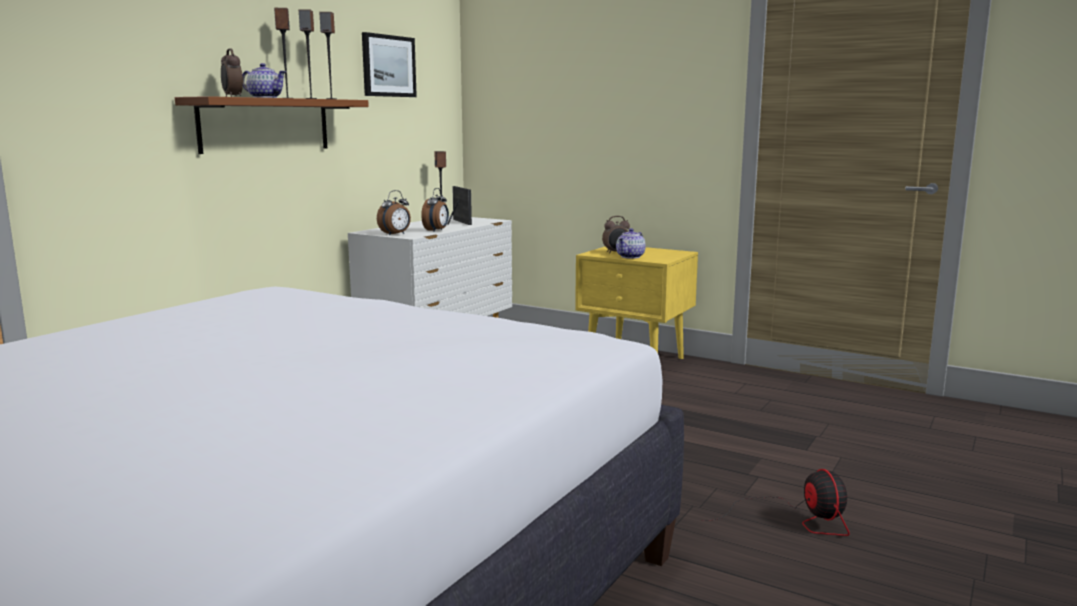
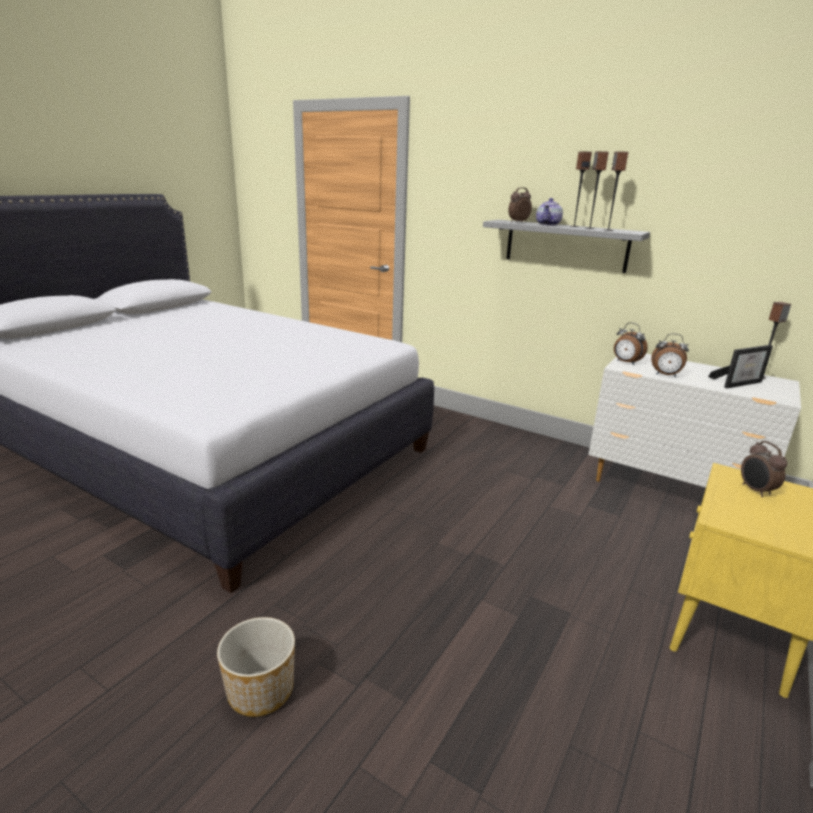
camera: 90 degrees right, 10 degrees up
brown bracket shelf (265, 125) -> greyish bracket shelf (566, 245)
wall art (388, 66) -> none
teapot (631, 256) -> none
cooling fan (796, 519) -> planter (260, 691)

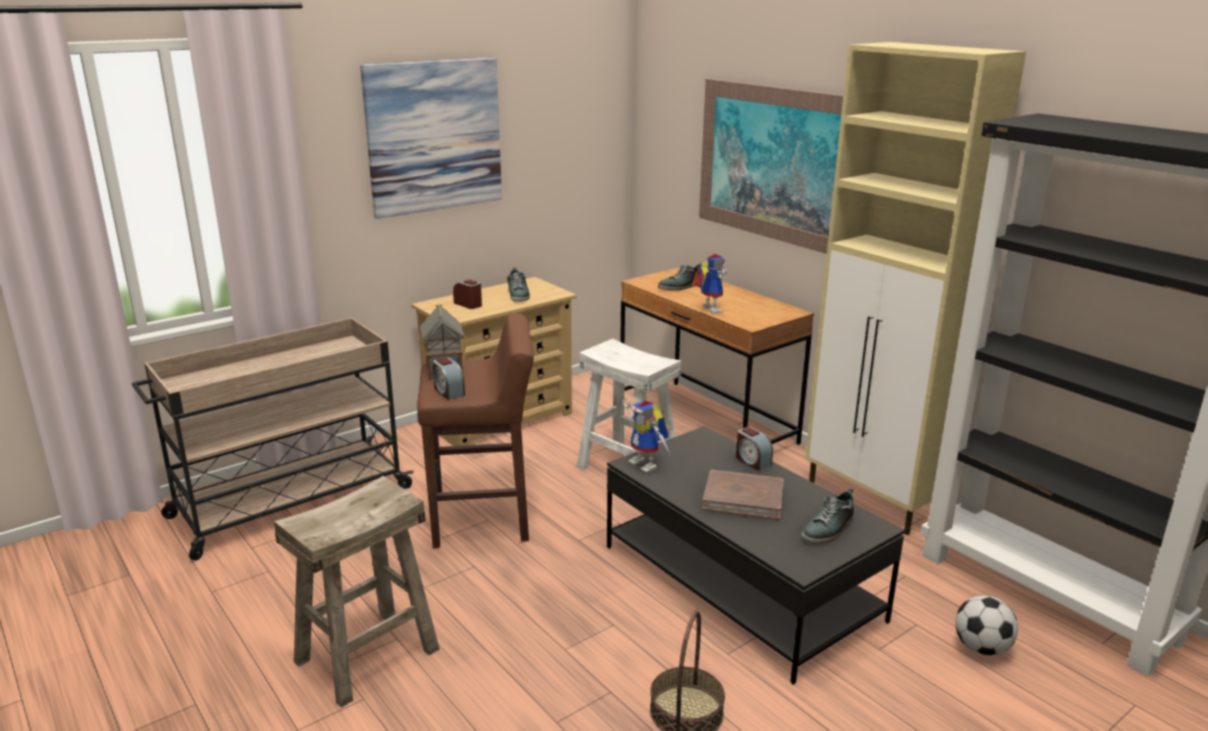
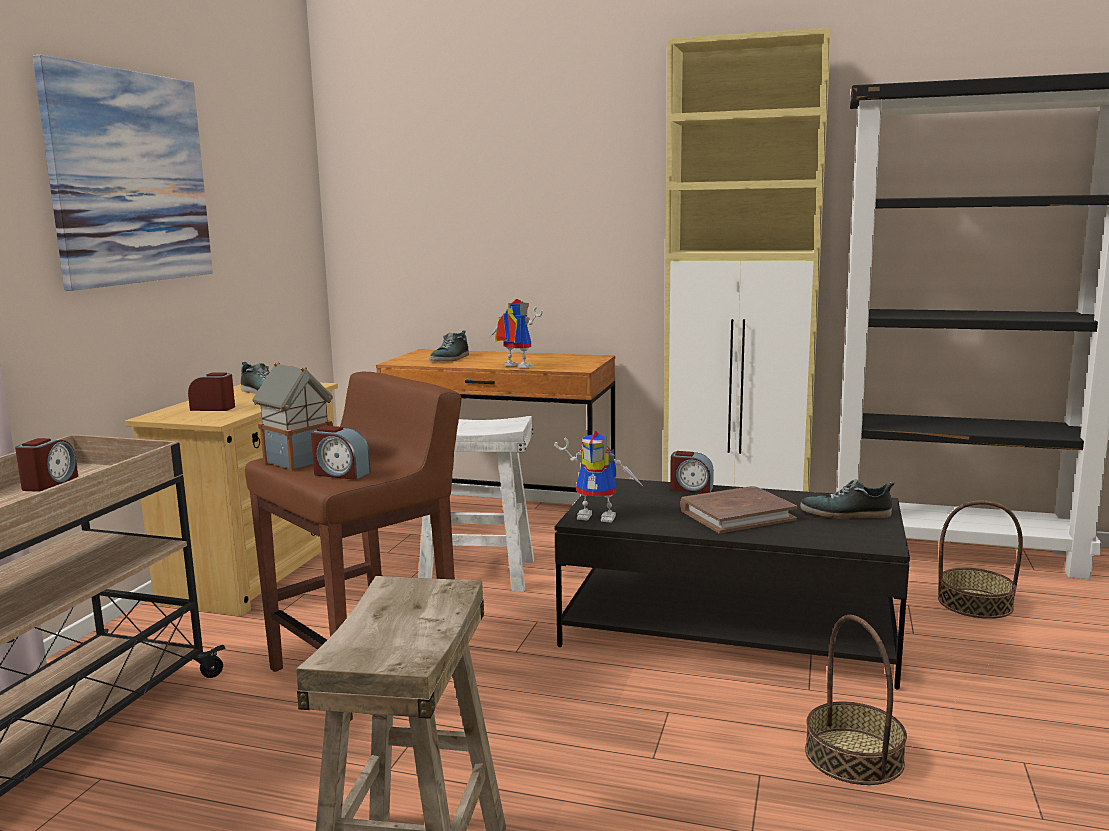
camera: 35 degrees left, 10 degrees down
wall art (776, 164) -> none
low shoe (829, 529) -> low shoe (846, 513), 90 degrees clockwise
ball for football (981, 648) -> storage basket (975, 603)
none -> table clock (49, 483)

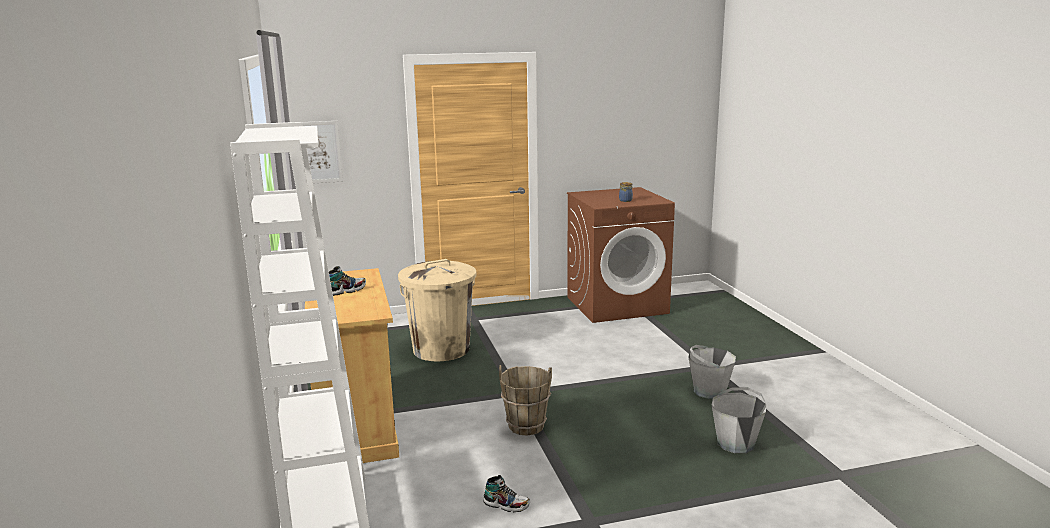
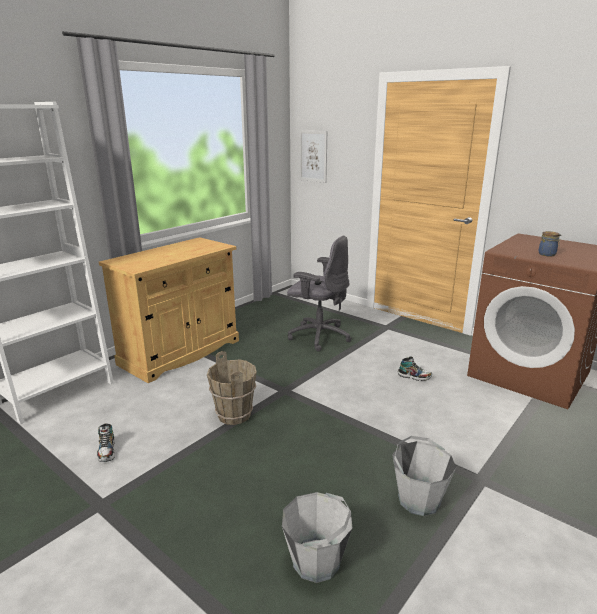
camera: 55 degrees right, 5 degrees up
low shoe (346, 291) -> low shoe (414, 376), shifted
beige-coloured waste bin (441, 349) -> greyish desk chair (318, 336)

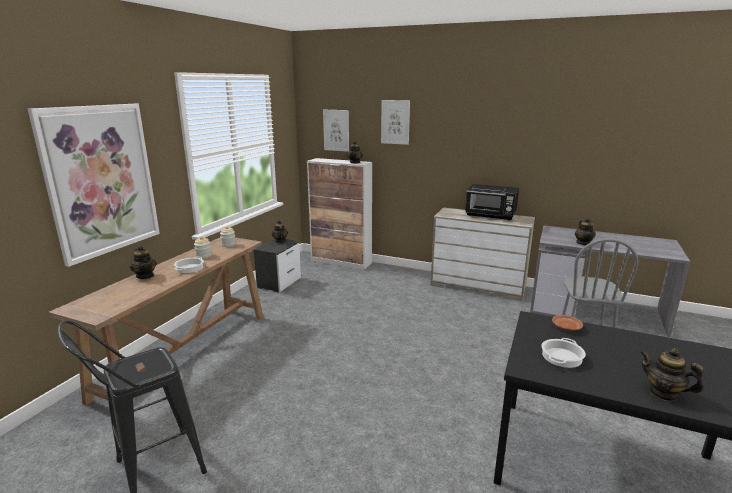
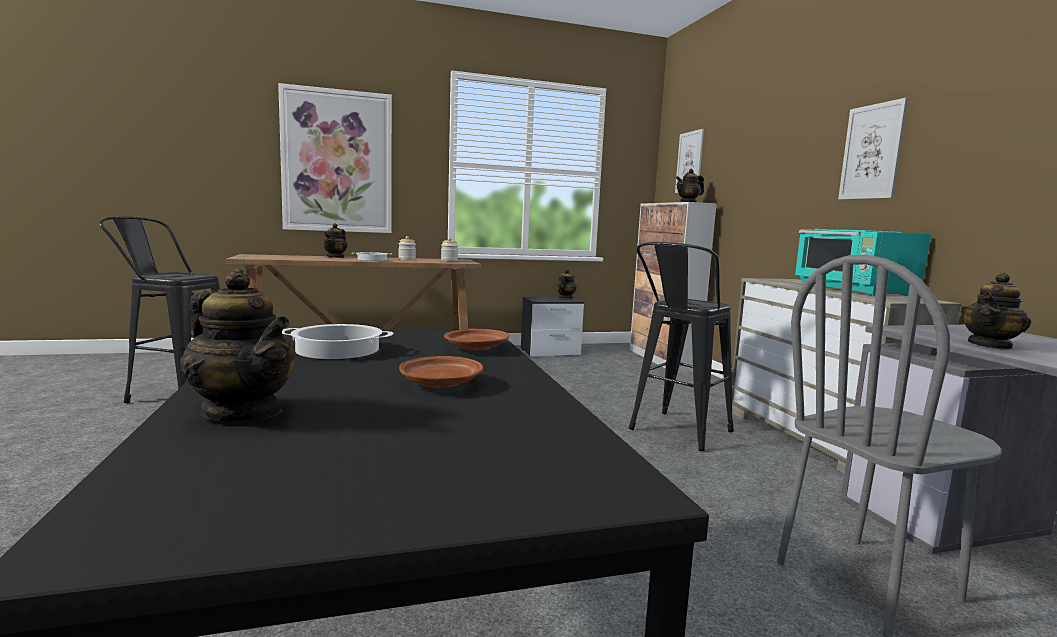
camera: 50 degrees right, 10 degrees down
wall art (395, 122) -> wall art (871, 152), shifted
blackish kitchen microwave (491, 216) -> blue-green kitchen microwave (853, 290)
teapot (663, 393) -> teapot (243, 412), 120 degrees clockwise
none -> brown flat dish (441, 383)
none -> blackish sitting stool (675, 433)

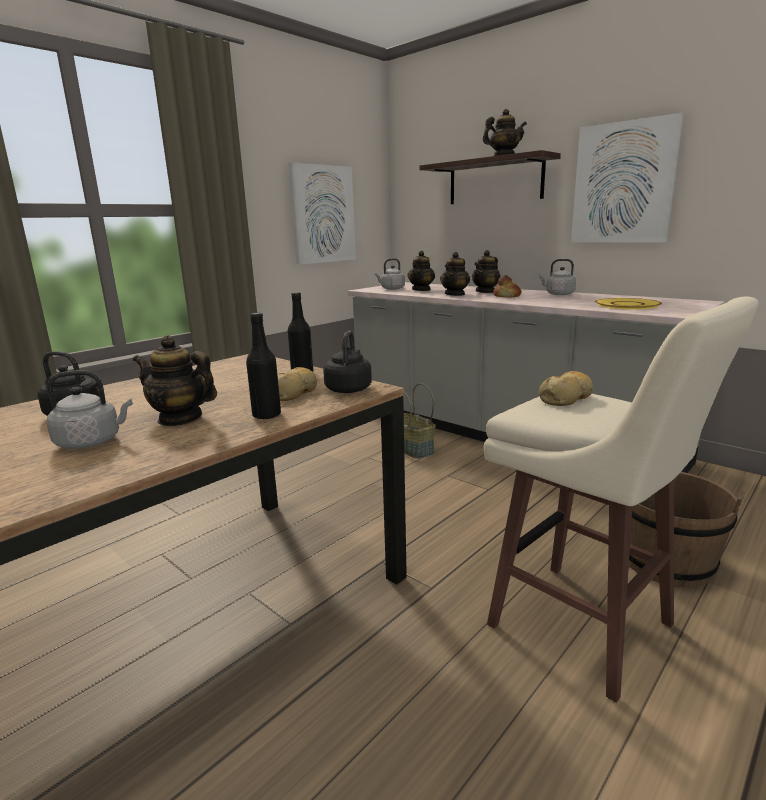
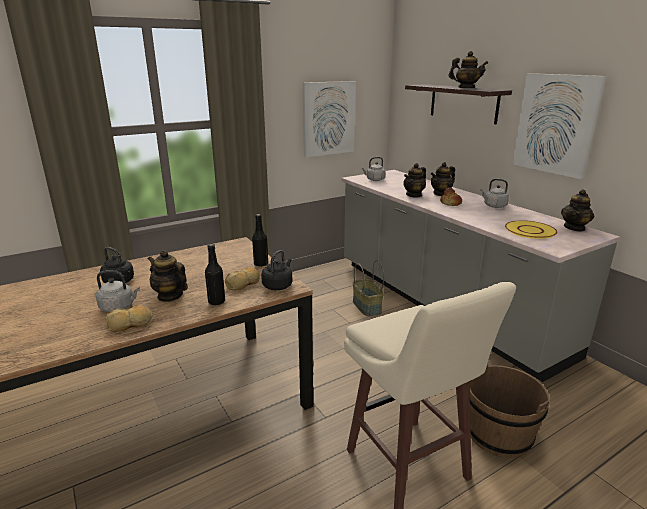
camera: 15 degrees right, 5 degrees up
teapot (421, 290) -> teapot (574, 228), shifted
baked bread (566, 398) -> baked bread (131, 324), shifted

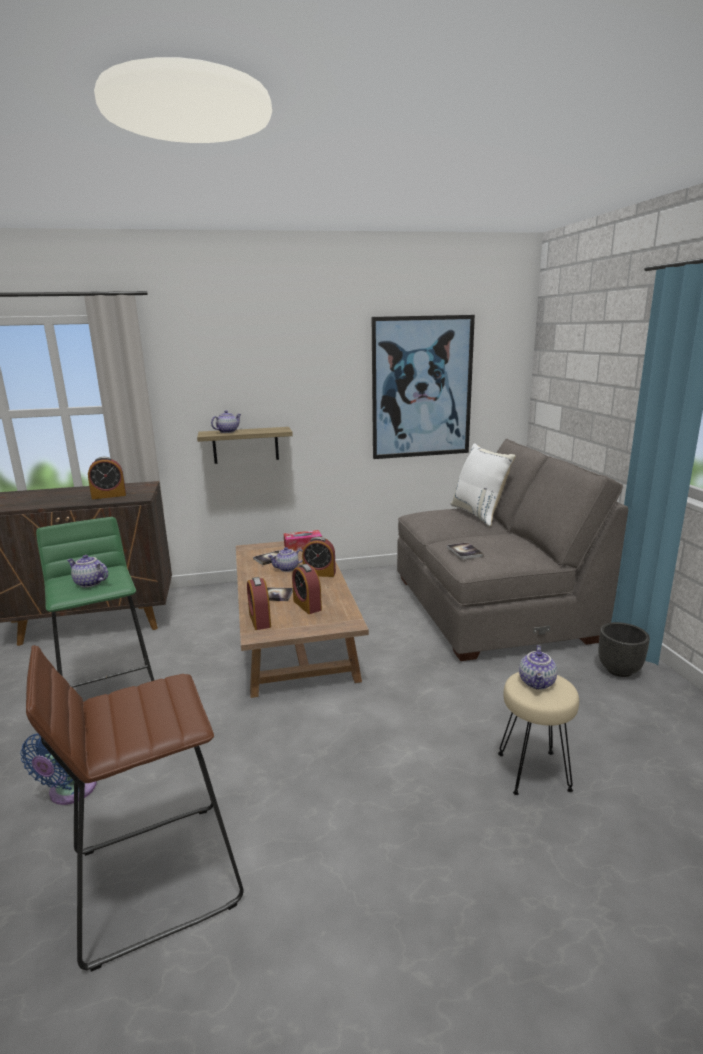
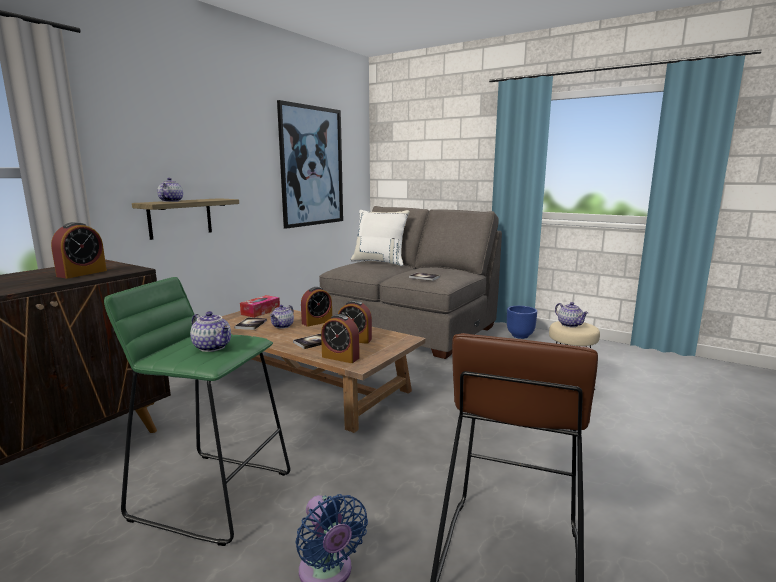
camera: 45 degrees left, 5 degrees down
teapot (89, 583) -> teapot (213, 347), 120 degrees counterclockwise
blackish planter (619, 670) -> blue planter (520, 336)

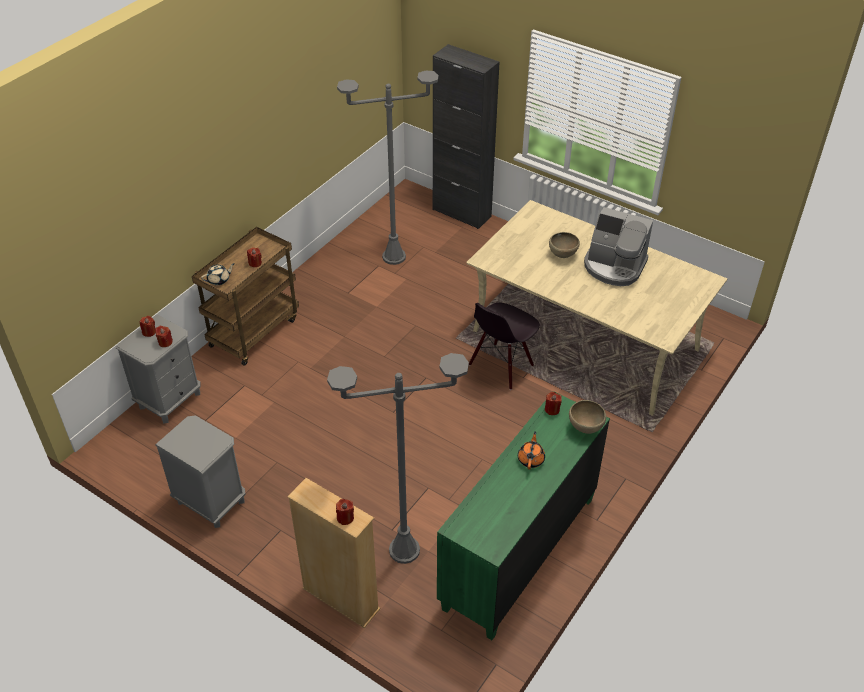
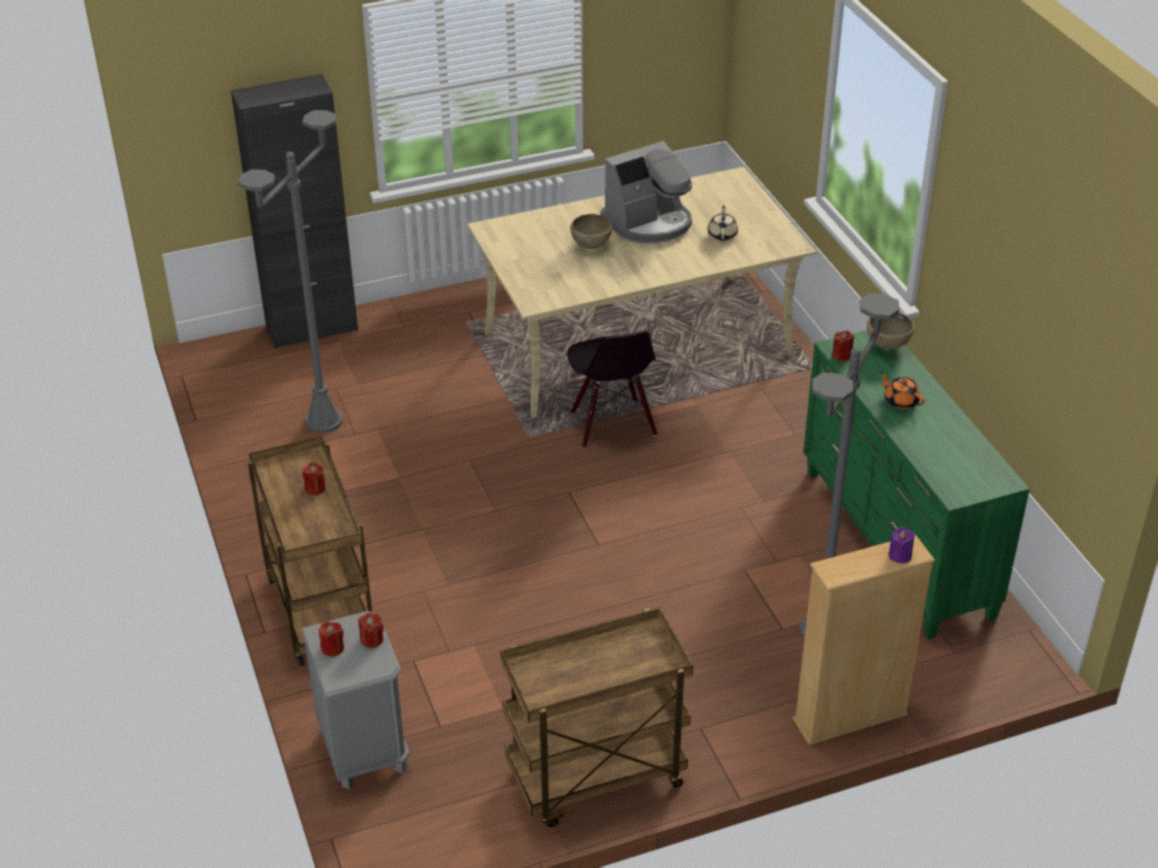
camera: 55 degrees left, 5 degrees down
greyish night table (210, 502) -> brown cart (595, 778)
beige-coloured teapot (219, 280) -> beige-coloured teapot (722, 234), shifted
red-coloured wax candle (345, 518) -> purple-coloured wax candle (900, 555)

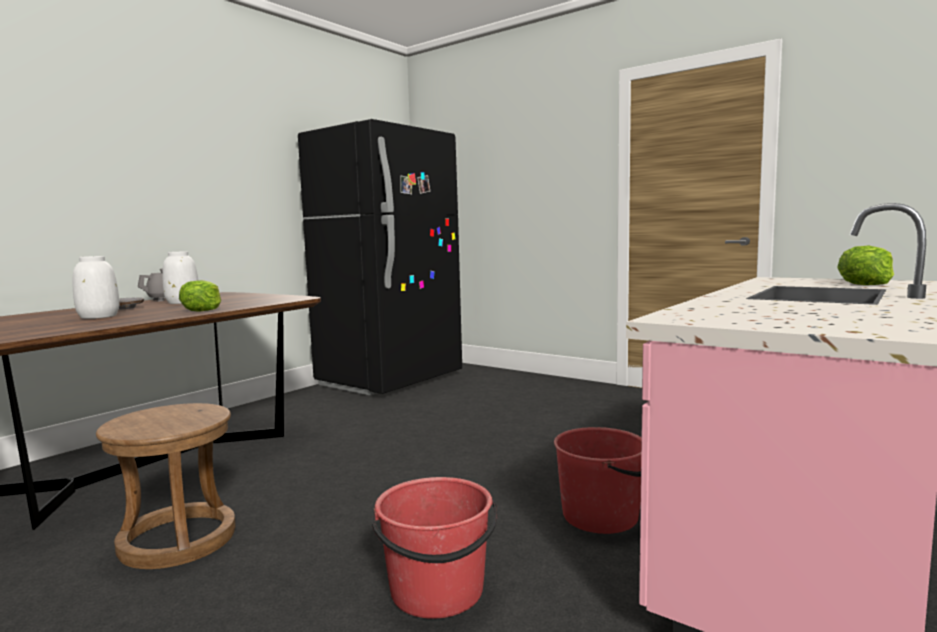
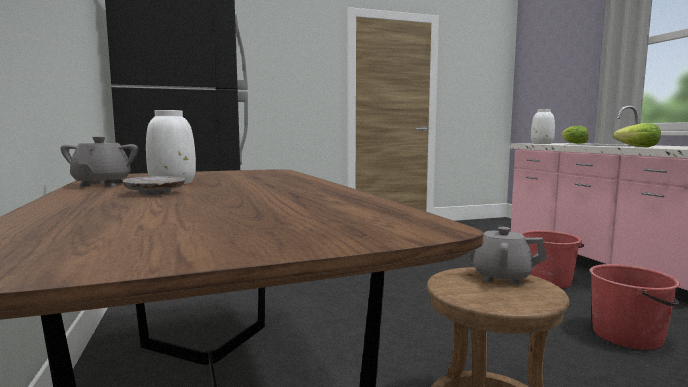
camera: 55 degrees left, 0 degrees up
white-coloured decorative vase (99, 316) -> white-coloured decorative vase (542, 143), shifted
lettuce head (203, 310) -> lettuce head (638, 147), shifted
none -> greyish teapot (500, 277)

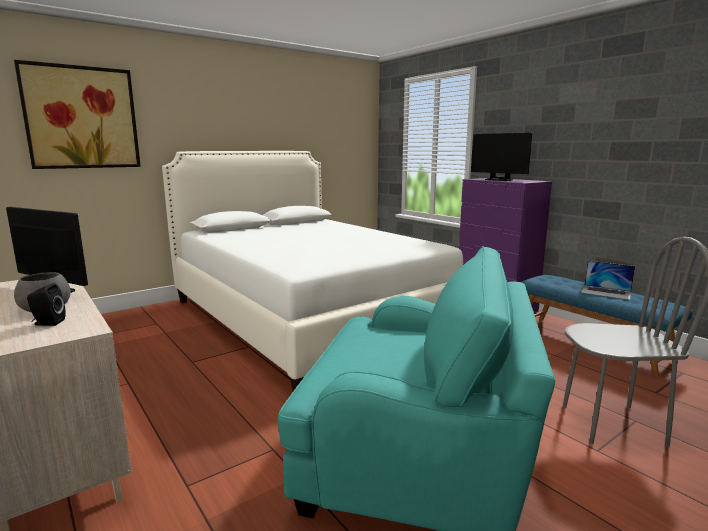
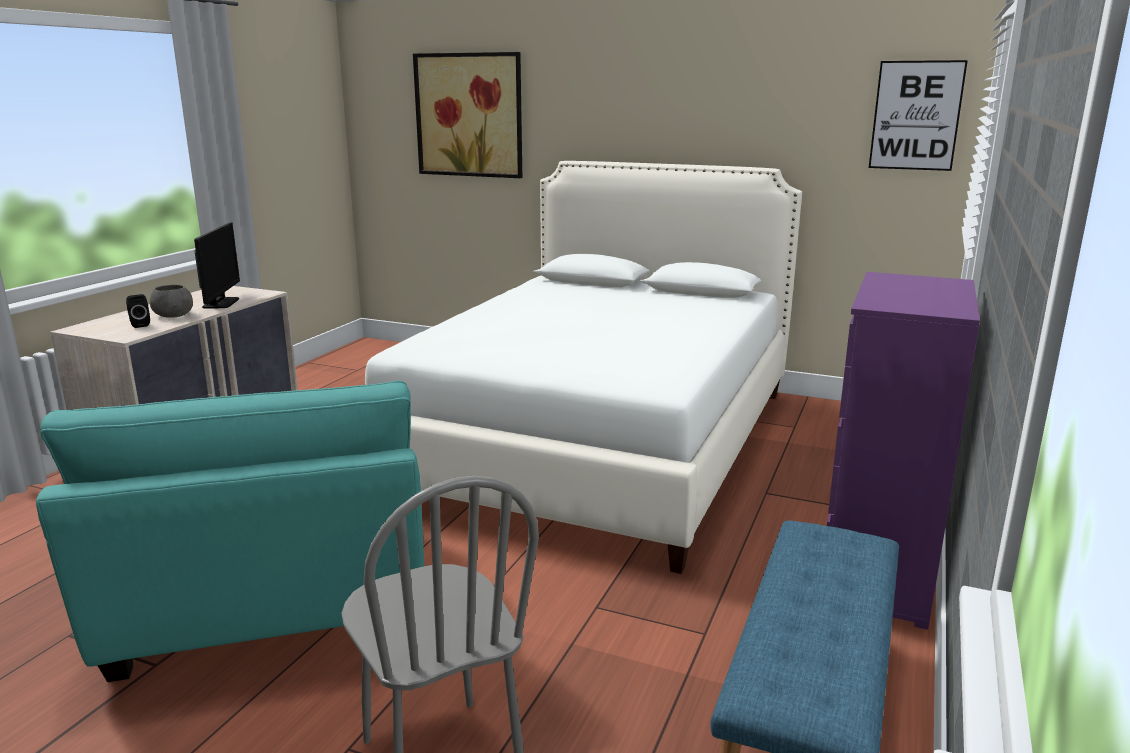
camera: 60 degrees right, 5 degrees up
monitor (498, 180) -> none
laptop (606, 292) -> none
none -> wall art (916, 116)

